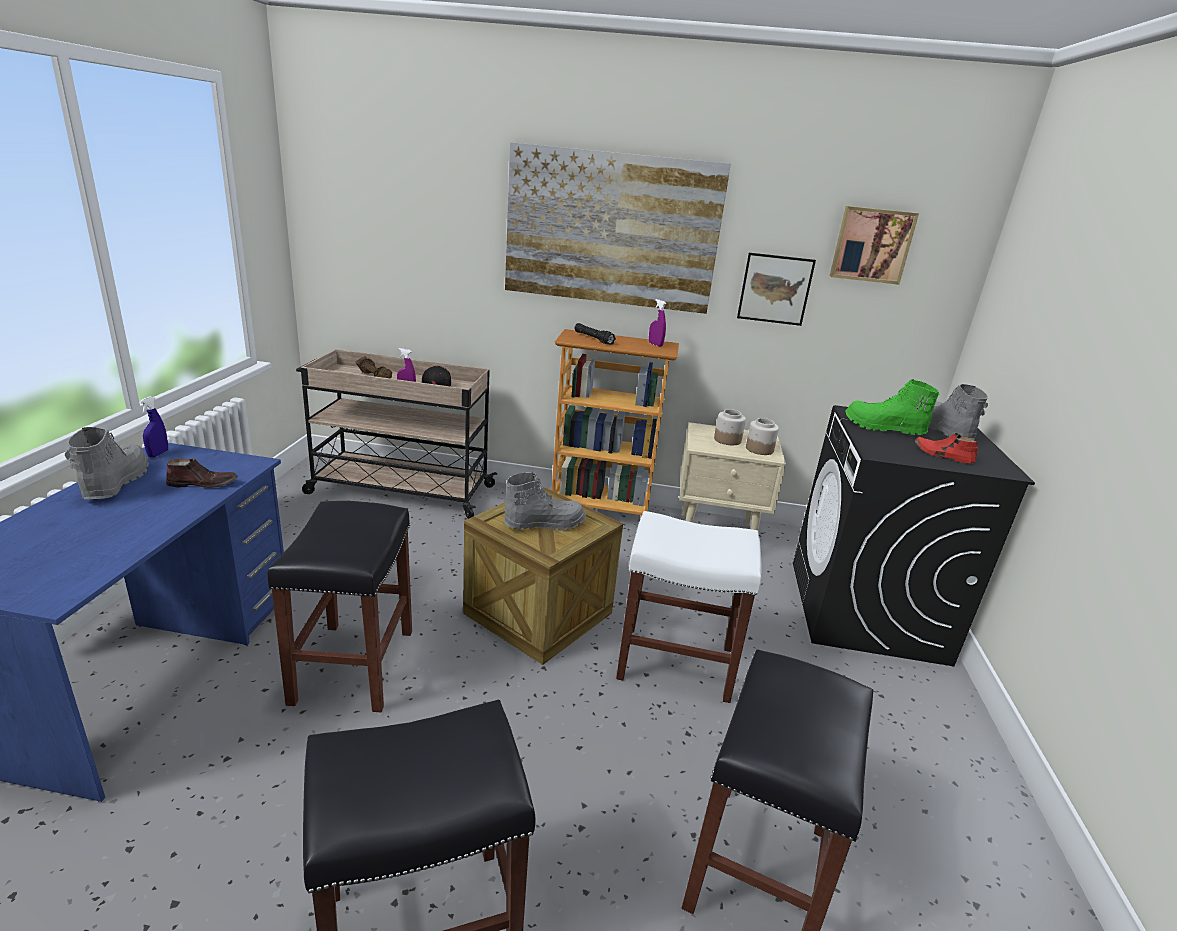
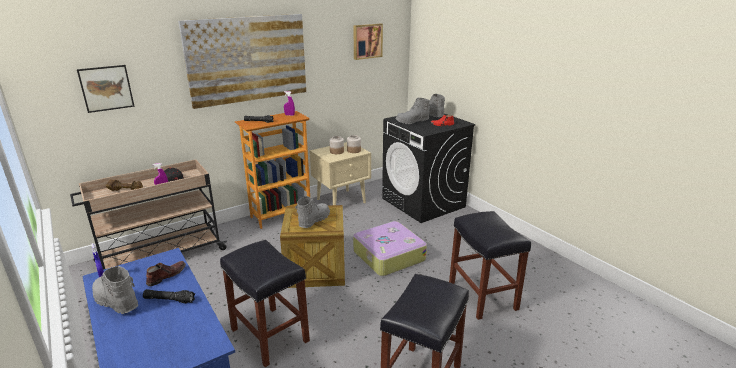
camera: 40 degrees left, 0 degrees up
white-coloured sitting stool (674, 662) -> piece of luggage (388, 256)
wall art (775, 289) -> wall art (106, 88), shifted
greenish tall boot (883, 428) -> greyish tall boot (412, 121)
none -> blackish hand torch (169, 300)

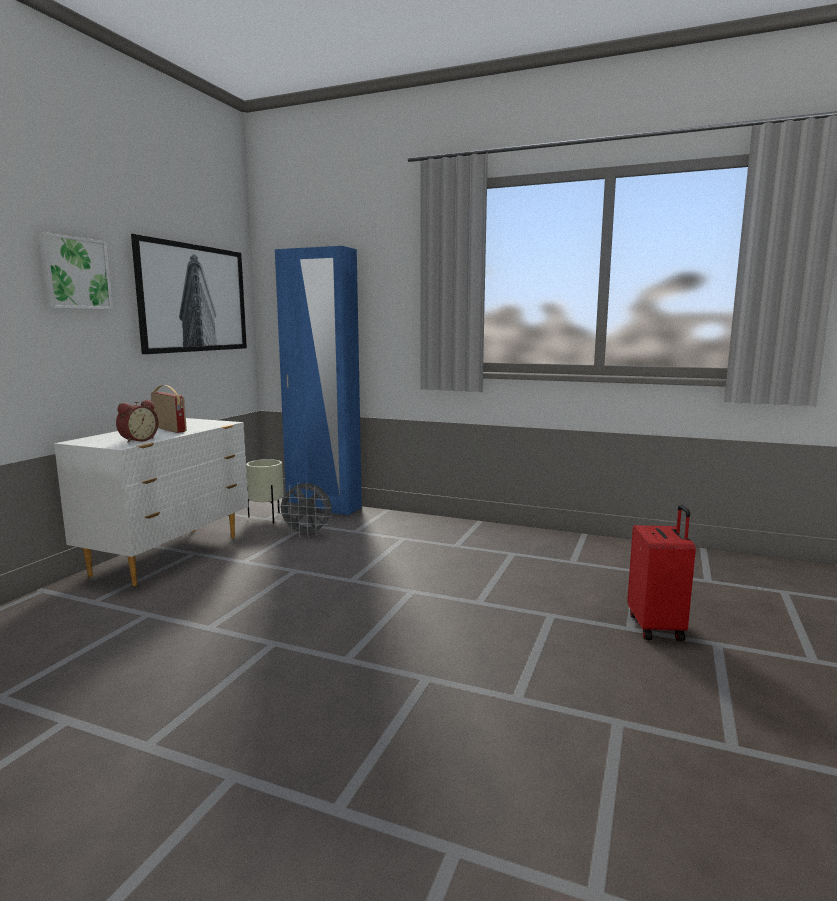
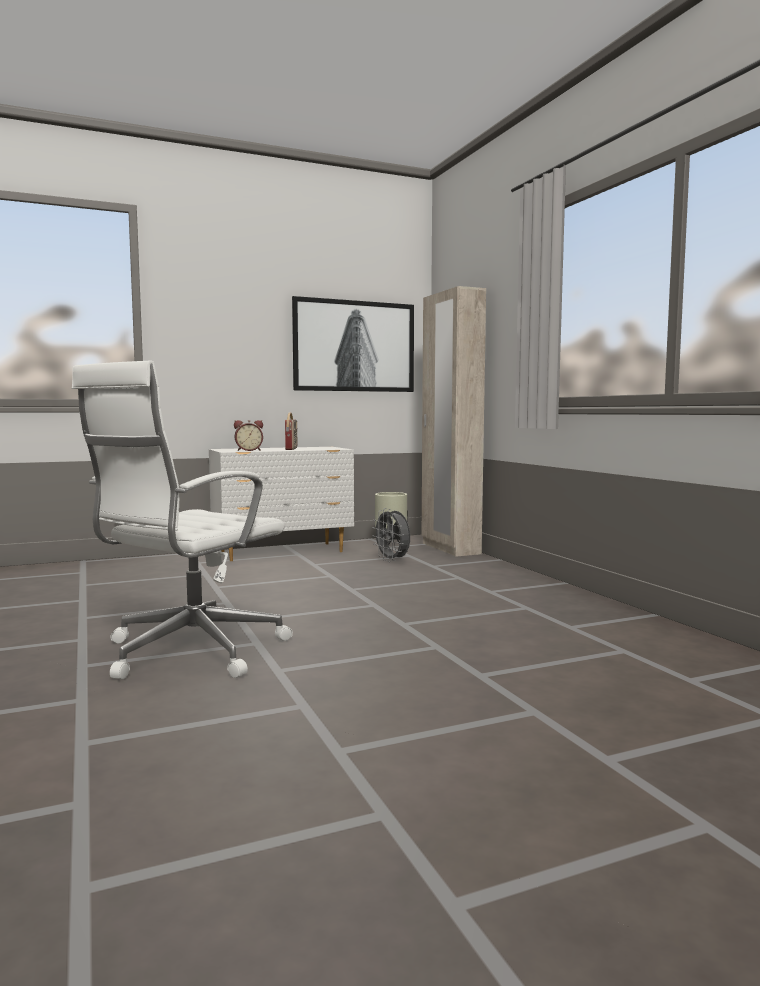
camera: 45 degrees right, 5 degrees down
wall art (74, 273) -> none
blue clothes cupboard (323, 507) -> beige-coloured clothes cupboard (450, 548)
red-coloured piece of luggage (657, 627) -> none
none -> white-coloured desk chair (189, 652)

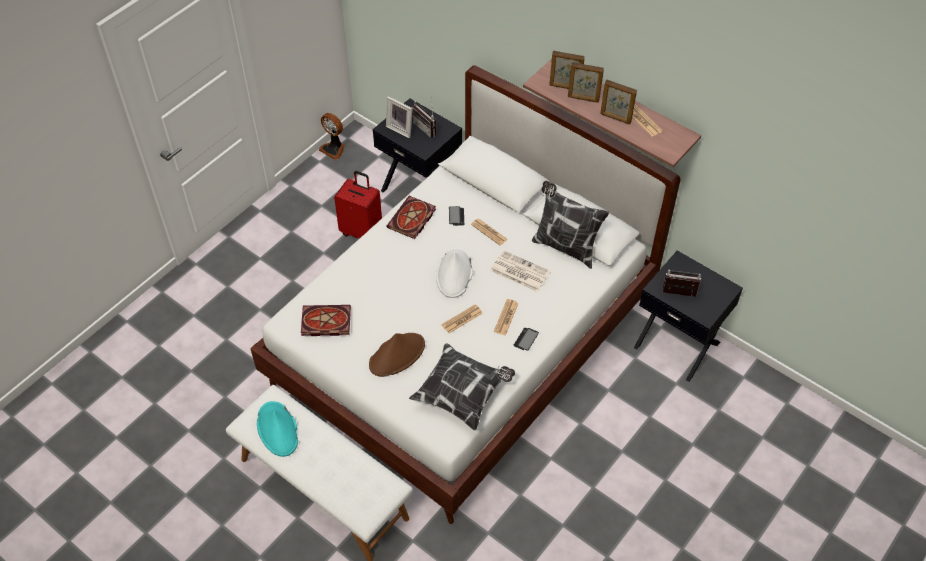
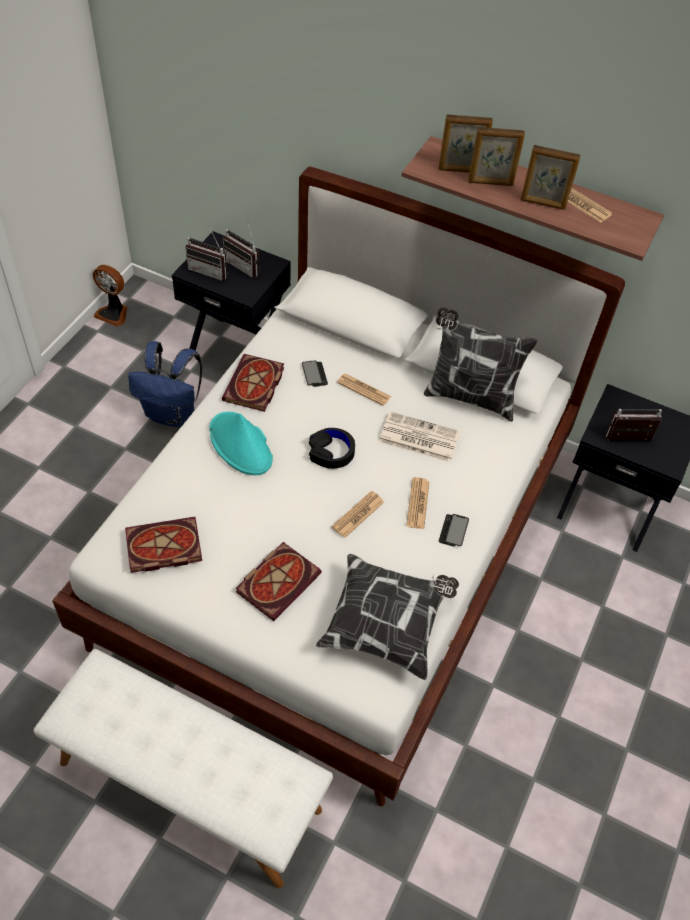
camera: 15 degrees left, 0 degrees up
blue-green hat (278, 429) -> blue-green hat (241, 445), shifted
red-coloured piece of luggage (362, 231) -> blue knapsack (172, 414)
brown hat (397, 355) -> bound book (278, 580)
standing frame (401, 128) -> radio set (210, 270)
white-coloured hat (454, 274) -> blackish headphones (331, 452)

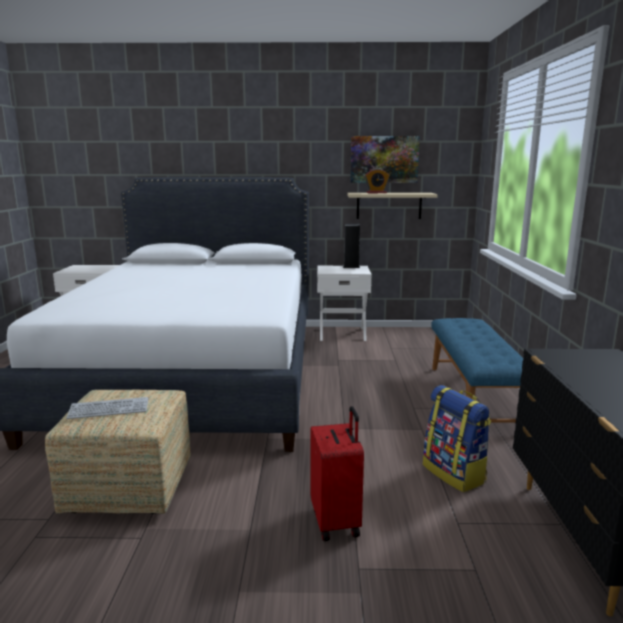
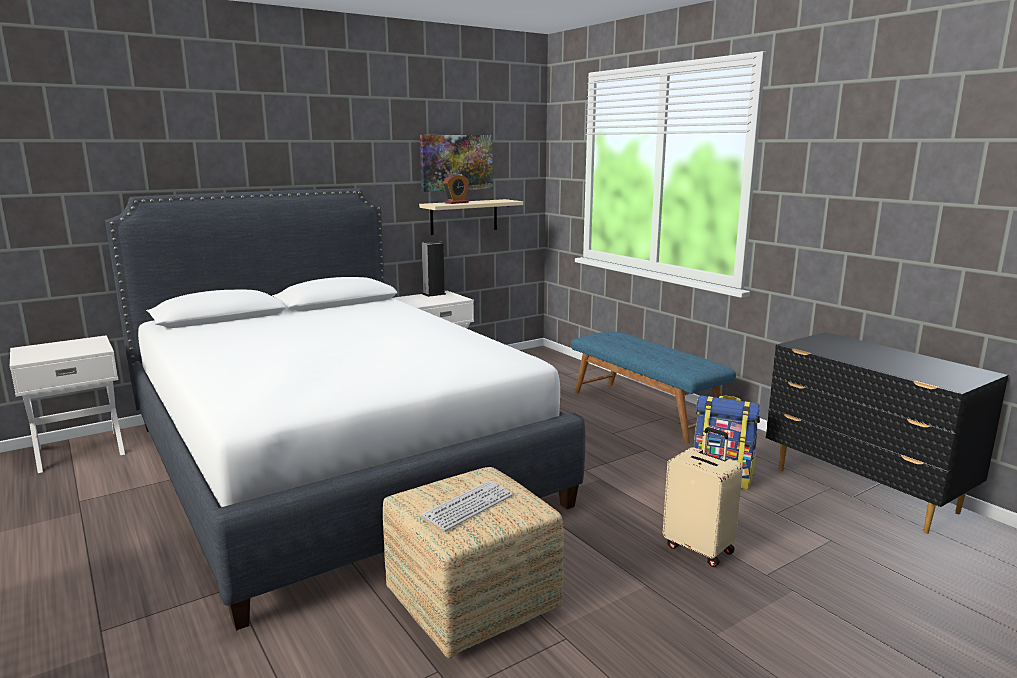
camera: 35 degrees left, 0 degrees up
red-coloured piece of luggage (337, 521) -> beige-coloured piece of luggage (699, 548)

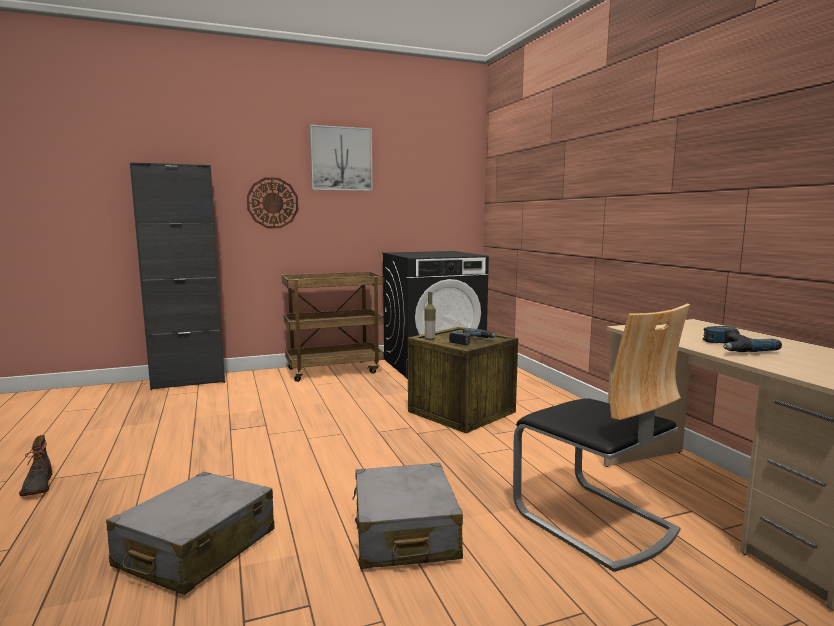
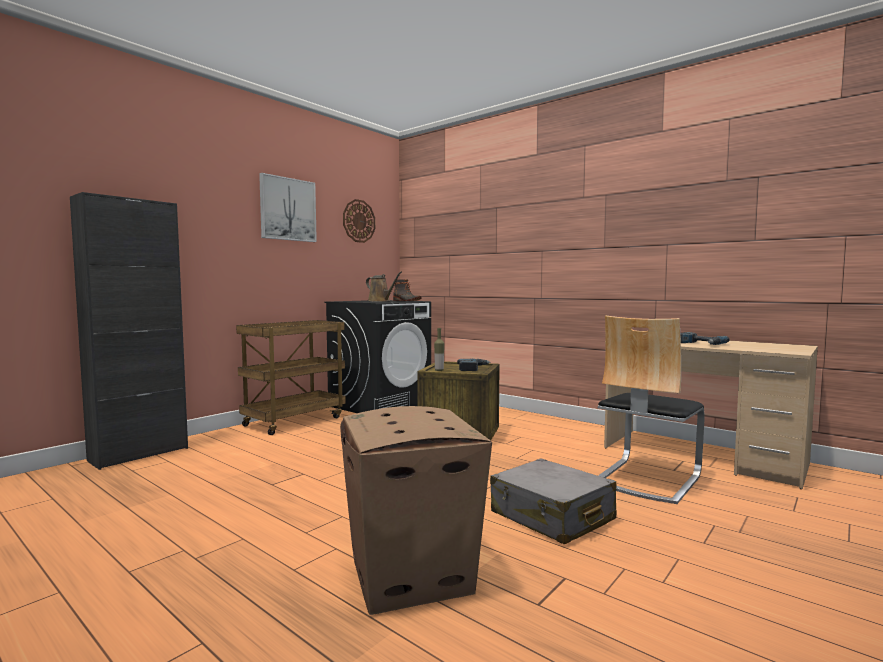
camera: 30 degrees left, 5 degrees down
tall boot (37, 486) -> tall boot (406, 300), shifted
greyish piece of luggage (196, 549) -> carton (411, 575)
hanging clock (272, 203) -> hanging clock (359, 221), shifted
upright chair (594, 521) -> upright chair (646, 479), 105 degrees clockwise
none -> brown watering pot (380, 301)

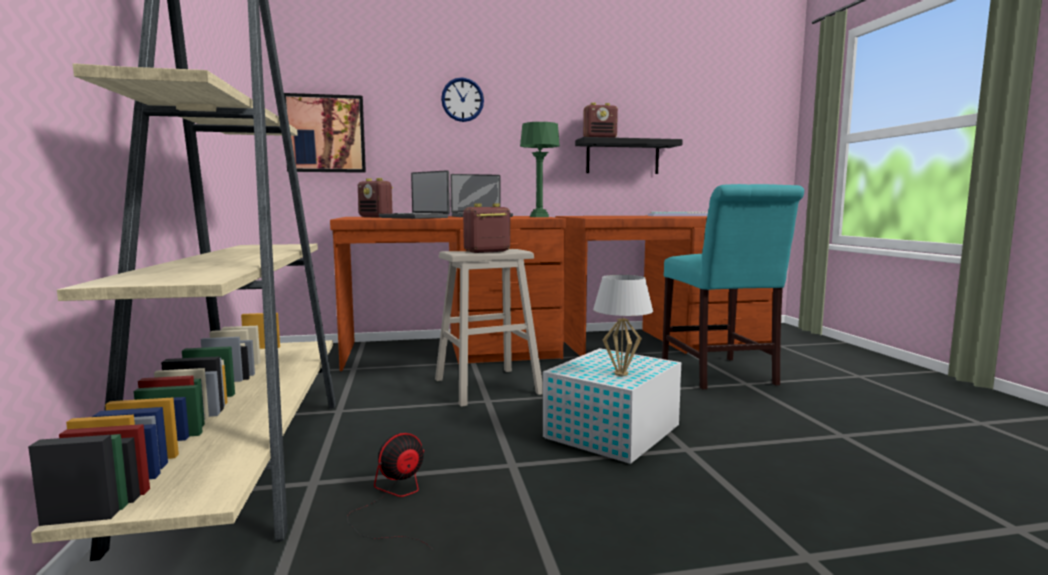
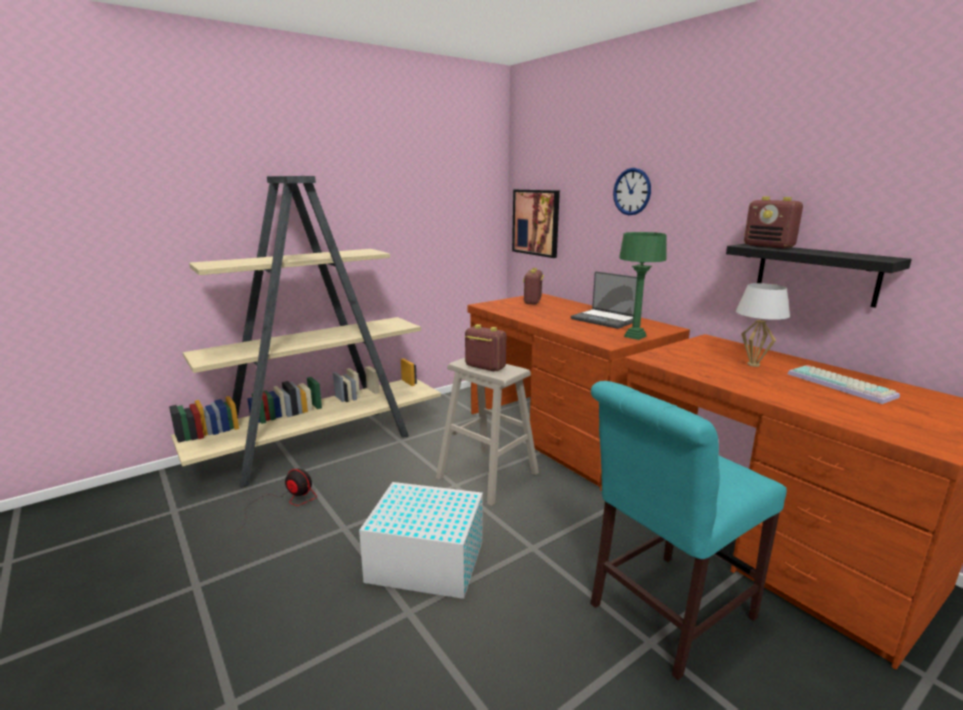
camera: 65 degrees right, 10 degrees up
laptop (415, 217) -> none
white-coloured tabletop lamp (621, 374) -> white-coloured tabletop lamp (753, 364), shifted

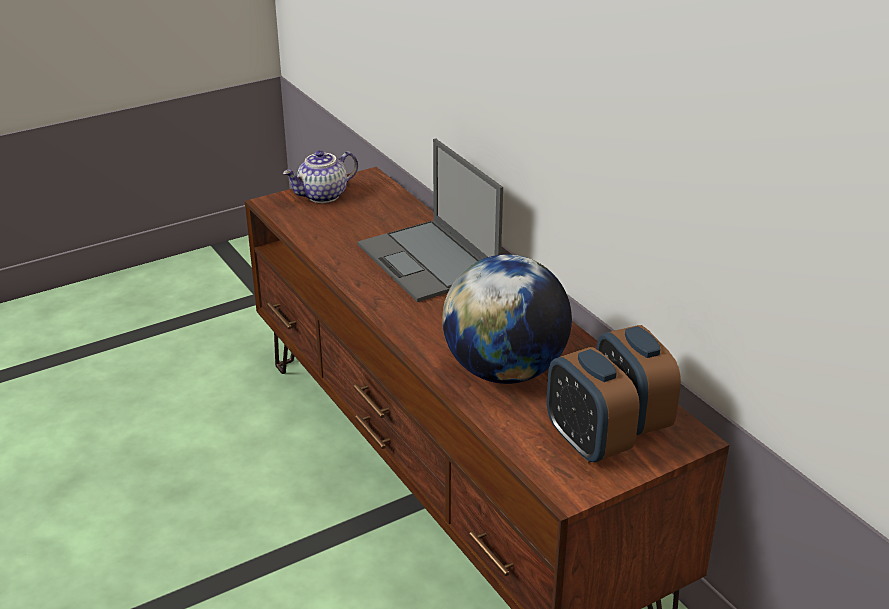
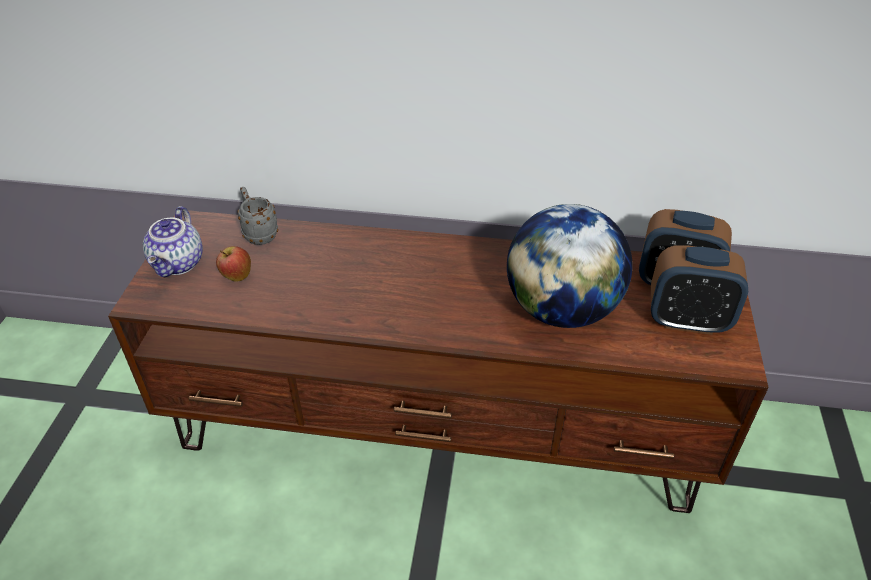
camera: 50 degrees left, 10 degrees up
laptop (429, 261) -> none
none -> apple fruit (236, 276)
none -> greyish coffee mug (258, 233)

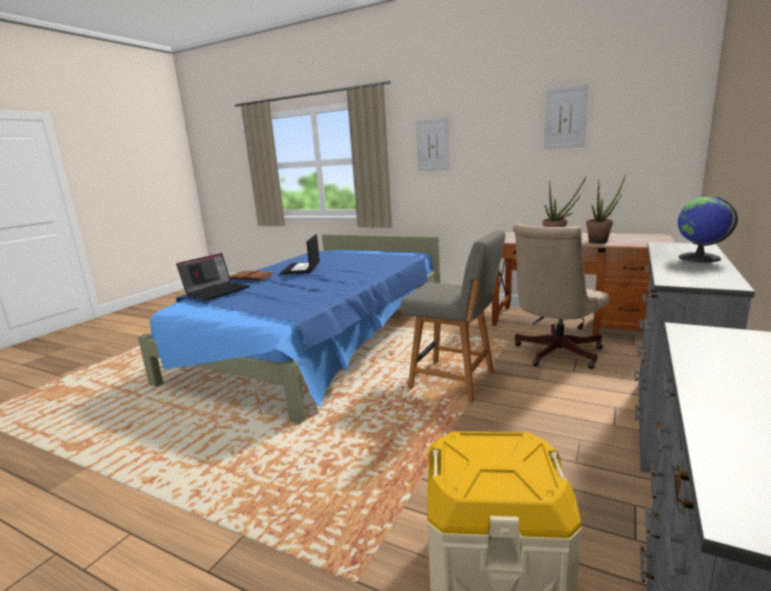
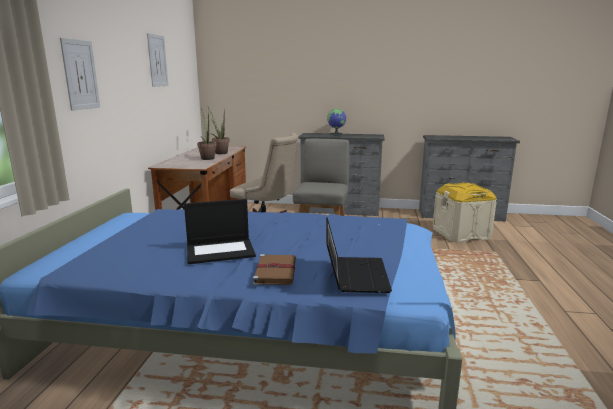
camera: 110 degrees left, 0 degrees up
laptop (217, 291) -> laptop (354, 274), 75 degrees clockwise

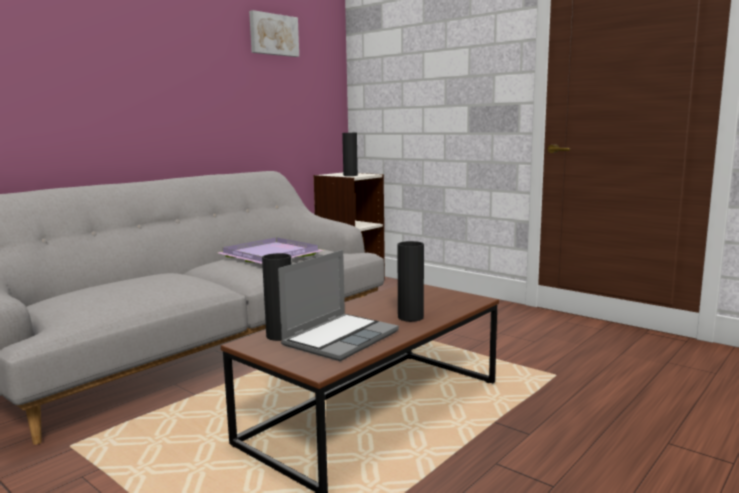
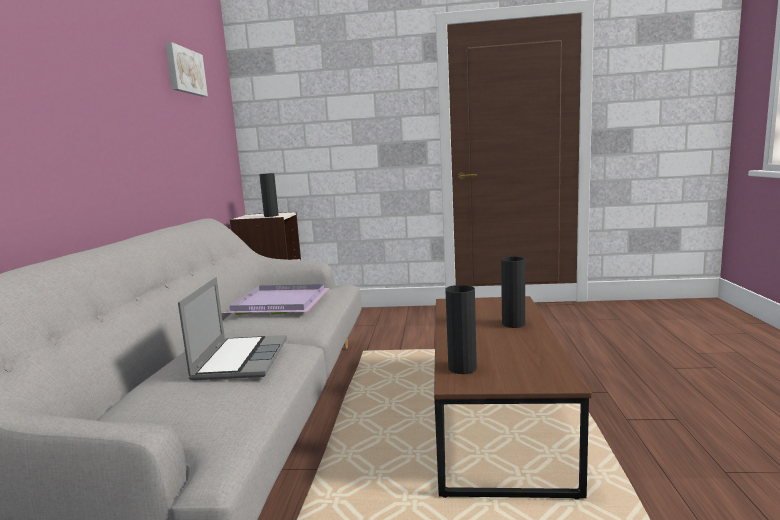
camera: 35 degrees left, 0 degrees up
laptop (340, 338) -> laptop (240, 359), shifted

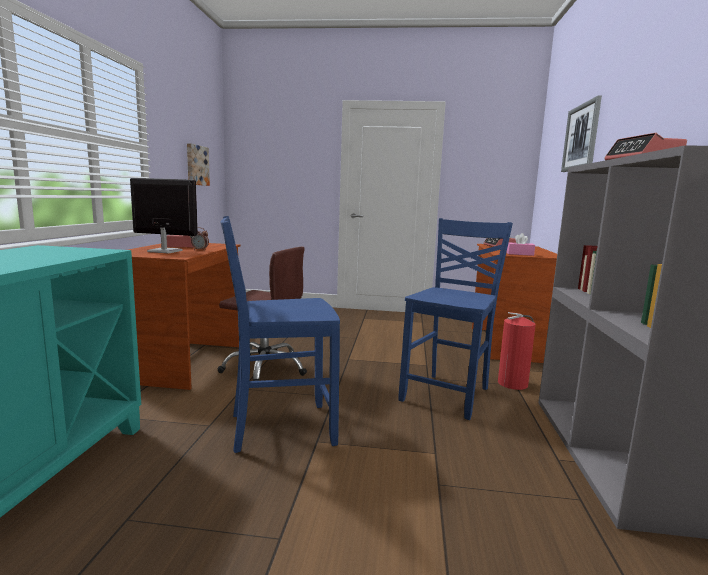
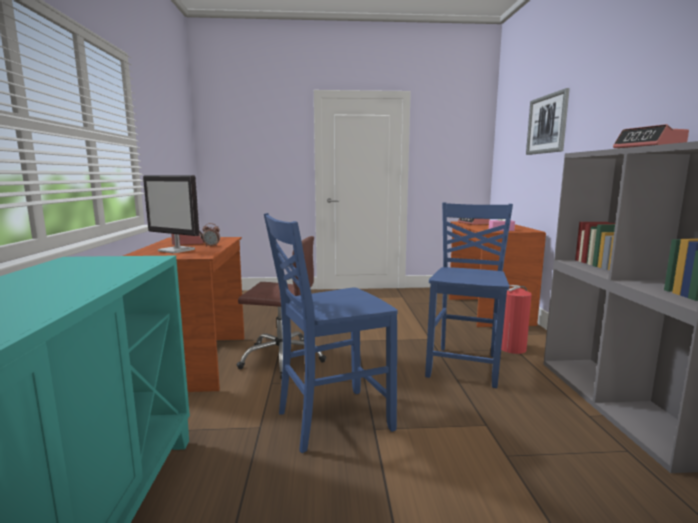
camera: 10 degrees left, 0 degrees up
monitor (164, 251) -> monitor (177, 250), 150 degrees counterclockwise
wall art (196, 165) -> none

